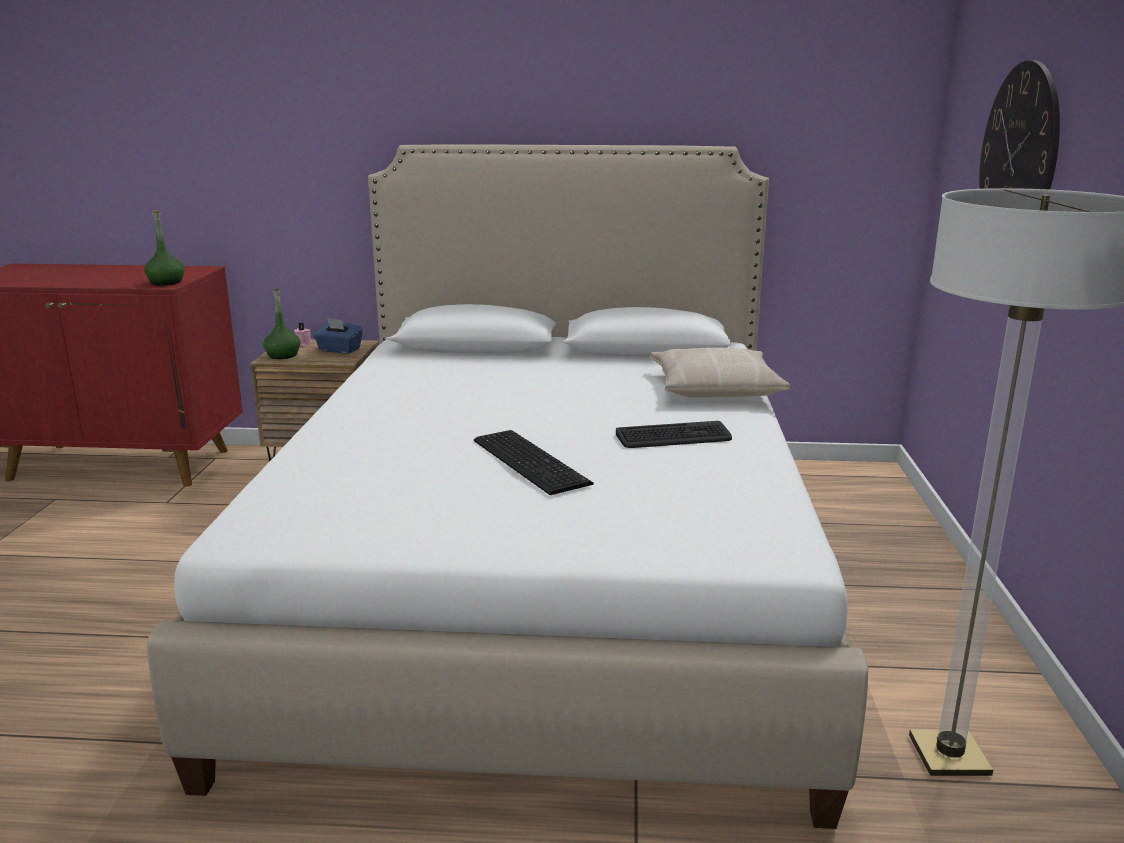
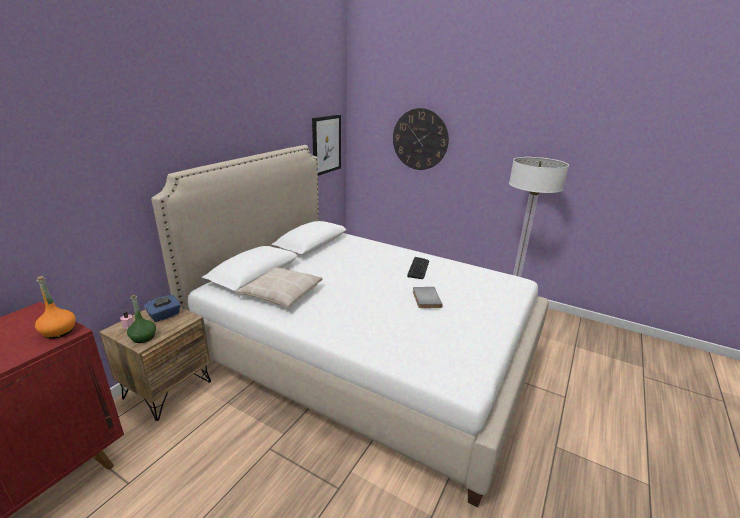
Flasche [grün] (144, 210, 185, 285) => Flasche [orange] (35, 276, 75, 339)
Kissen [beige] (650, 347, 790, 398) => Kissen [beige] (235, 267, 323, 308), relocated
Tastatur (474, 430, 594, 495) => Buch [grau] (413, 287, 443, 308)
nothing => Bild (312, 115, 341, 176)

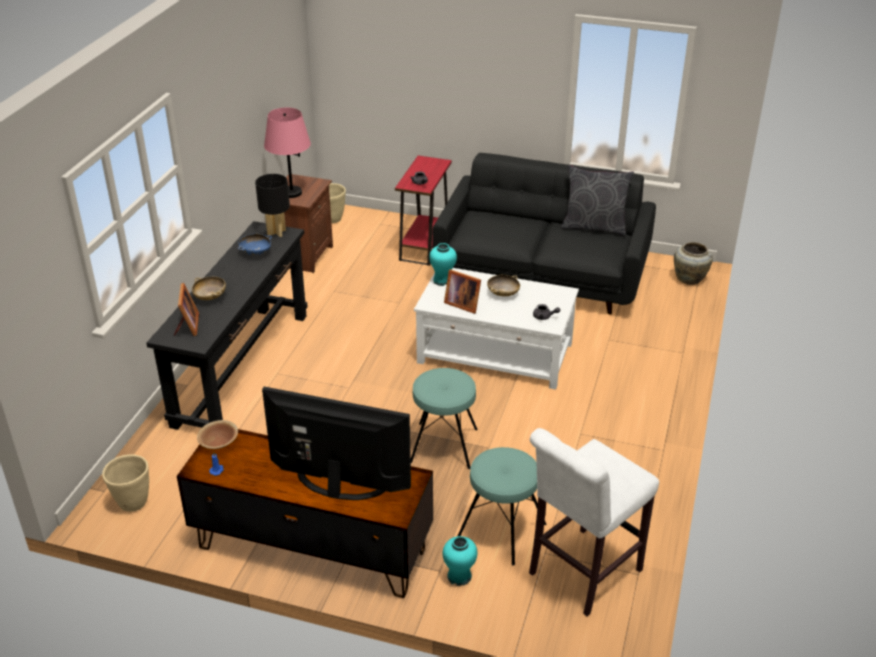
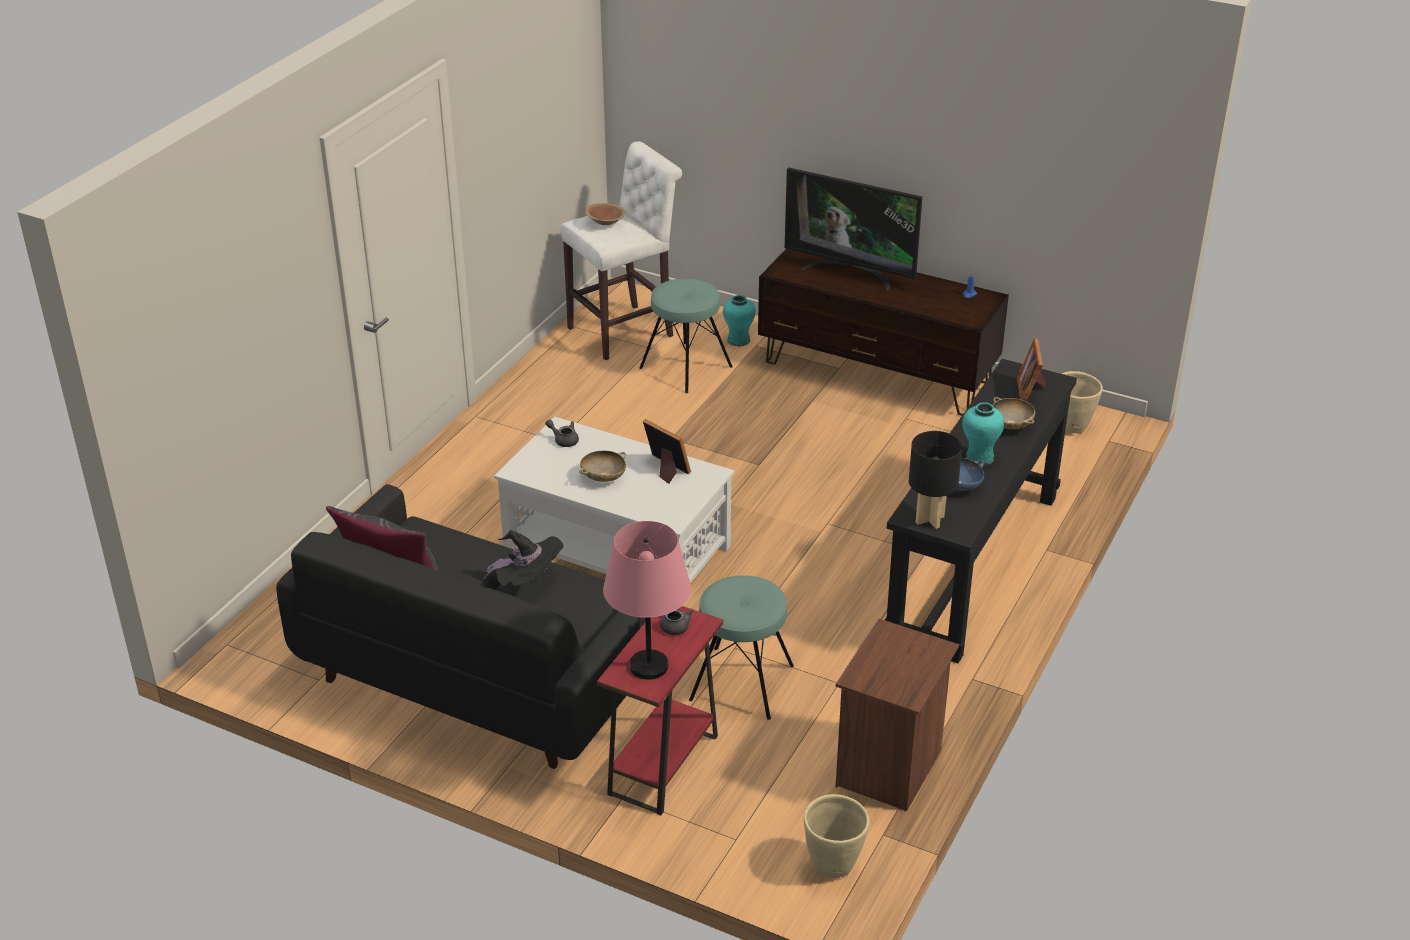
Tischlampe [rosa] (264, 107, 311, 198) => Tischlampe [rosa] (603, 521, 691, 680), relocated
Vase [beige] (674, 242, 713, 285) => nothing
Vase [türkis] (429, 243, 457, 286) => Vase [türkis] (962, 402, 1004, 467), relocated
Hocker [türkis] (411, 368, 478, 469) => Hocker [türkis] (689, 576, 794, 720), relocated
Schüssel [braun] (197, 420, 238, 449) => Schüssel [braun] (585, 203, 625, 225), relocated
nothing => Hut [schwarz] (483, 530, 564, 587)

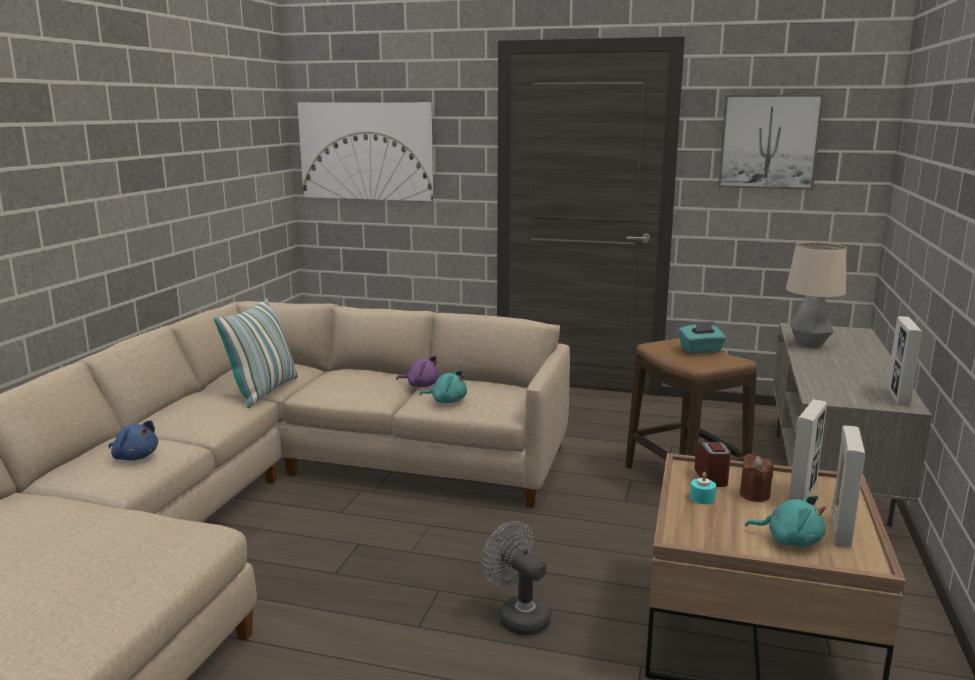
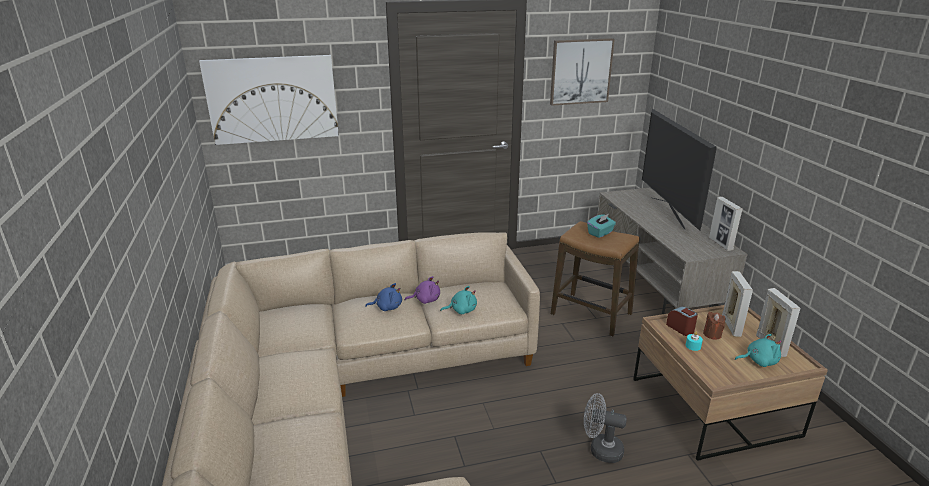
Tischlampe (786, 242, 846, 348) => nothing
Kissen (214, 298, 298, 408) => nothing
Plüschtier [blau] (109, 420, 158, 461) => Plüschtier [blau] (365, 283, 402, 311), relocated
nothing => Fernseher (642, 109, 717, 231)

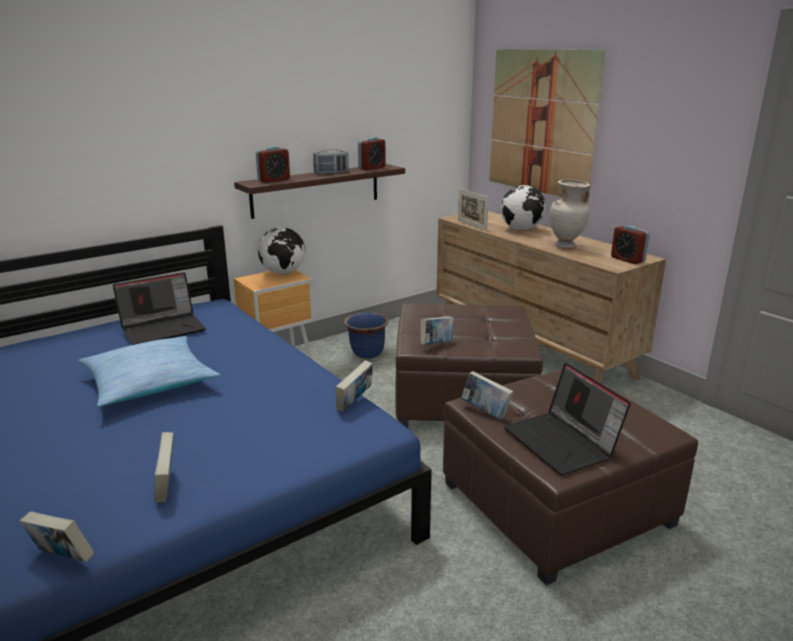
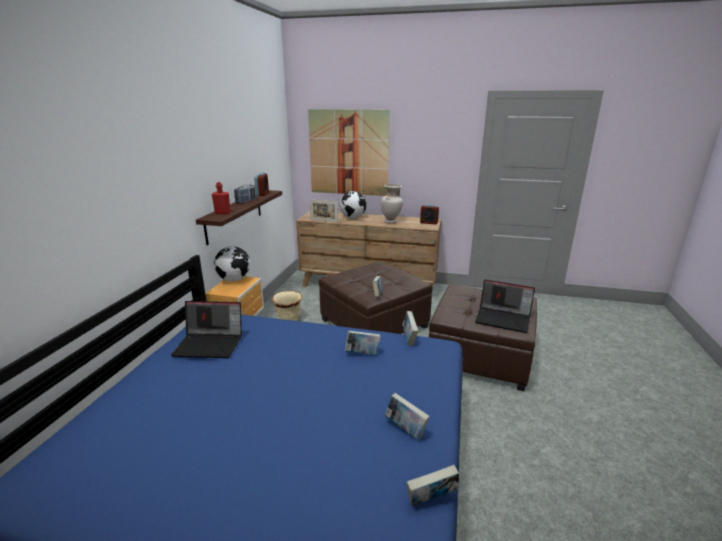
Wecker (256, 146, 290, 183) => Flasche [rot] (212, 182, 231, 214)
Laptop (113, 272, 206, 345) => Laptop (171, 301, 242, 358), 75 degrees clockwise
Pflanzkübel [blau] (344, 312, 389, 358) => Pflanzkübel [beige] (272, 291, 303, 321)
Kissen (78, 336, 220, 407) => nothing
Buch (461, 371, 513, 420) => Buch (345, 330, 381, 355), relocated

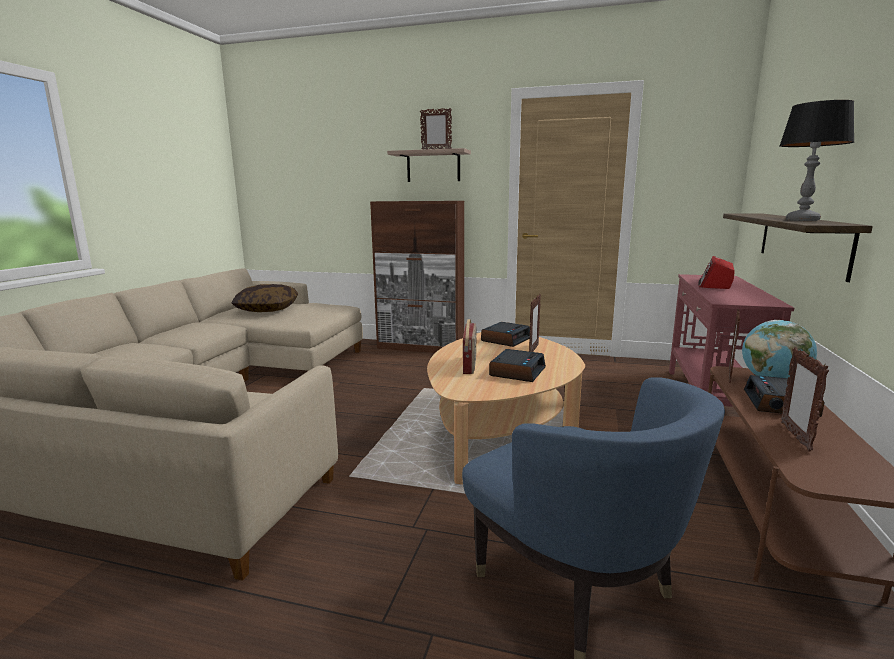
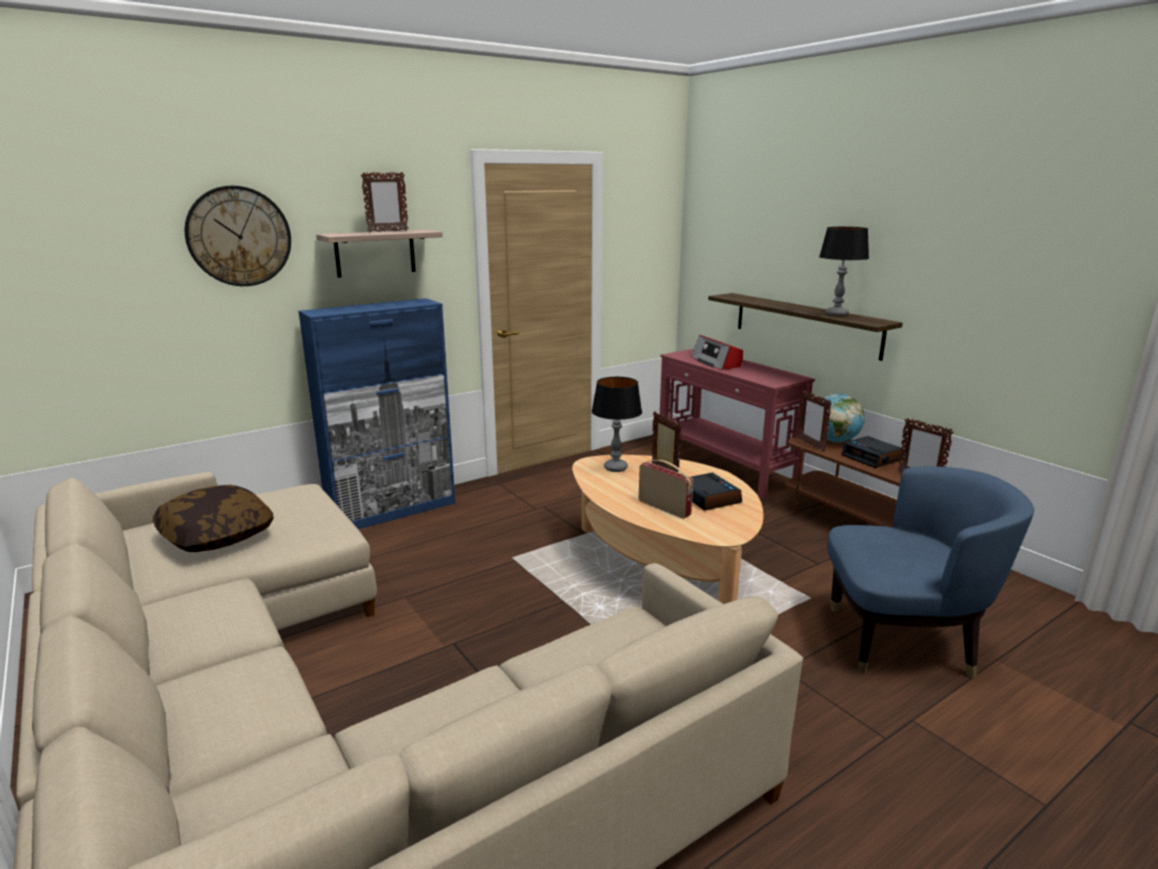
Schrank [braun] (370, 201, 464, 353) => Schrank [blau] (298, 298, 455, 529)
Wecker (481, 322, 530, 347) => Tischlampe (592, 377, 642, 472)
nothing => Wanduhr (184, 186, 291, 286)

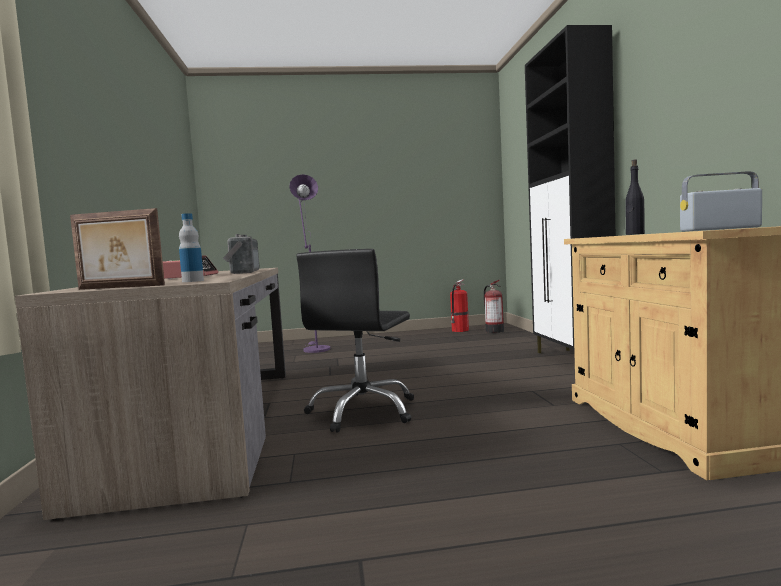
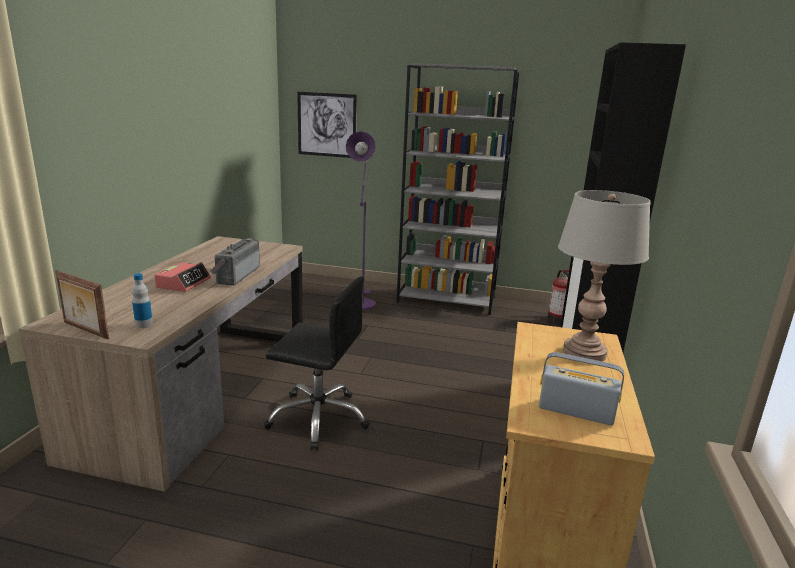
Flasche [schwarz] (625, 159, 645, 235) => nothing
Bürostuhl [schwarz] (296, 249, 414, 433) => Bürostuhl [schwarz] (264, 276, 370, 450), 120 degrees counterclockwise
Feuerlöscher (450, 280, 469, 332) => nothing
nothing => Bücherregal [grau] (396, 63, 520, 315)
nothing => Bild (297, 92, 357, 158)
nothing => Tischlampe [grau] (558, 190, 650, 362)

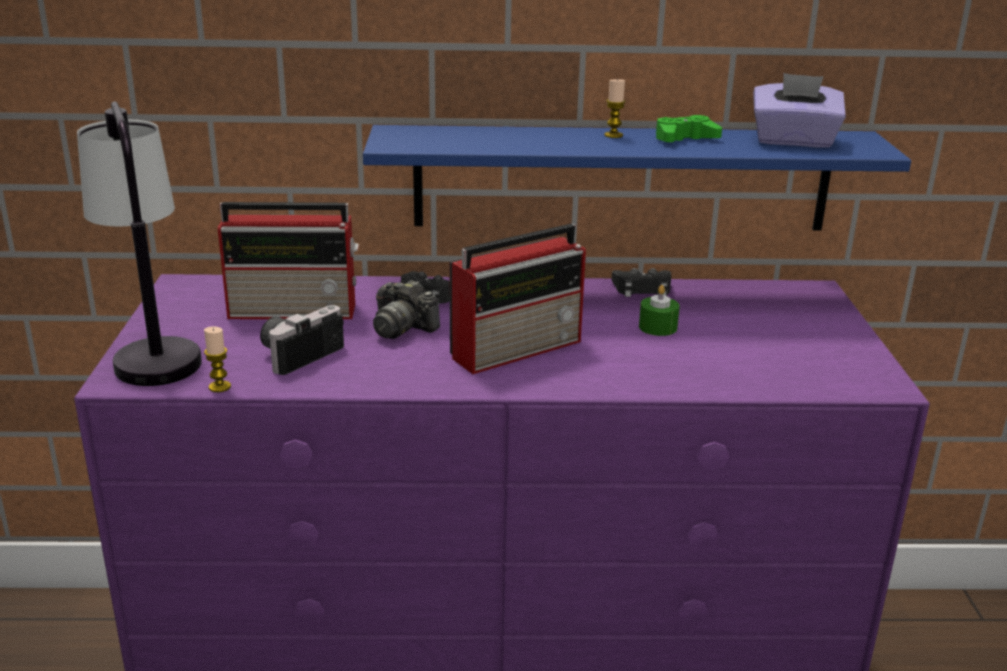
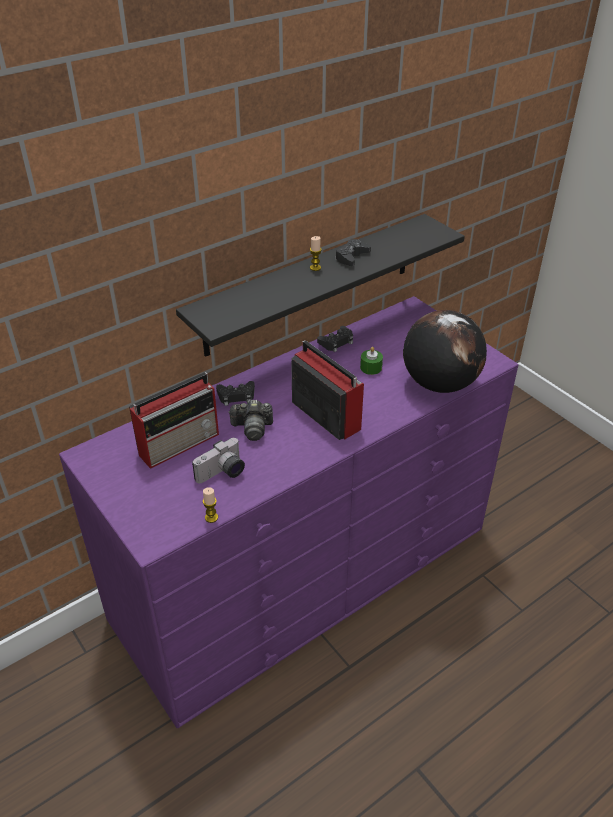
Taschentuchbox [lila] (753, 73, 846, 148) => nothing
Tischlampe (77, 101, 202, 386) => nothing
Gamepad [grün] (656, 115, 722, 142) => Gamepad [schwarz] (335, 239, 371, 266)
Wandregal [blau] (363, 125, 911, 230) => Wandregal [schwarz] (176, 214, 465, 357)
Radio (450, 224, 586, 374) => Radio (291, 341, 364, 440), 60 degrees counterclockwise
Kamera (260, 305, 344, 375) => Kamera (192, 438, 245, 483), 135 degrees counterclockwise
nothing => Globus (403, 310, 487, 393)

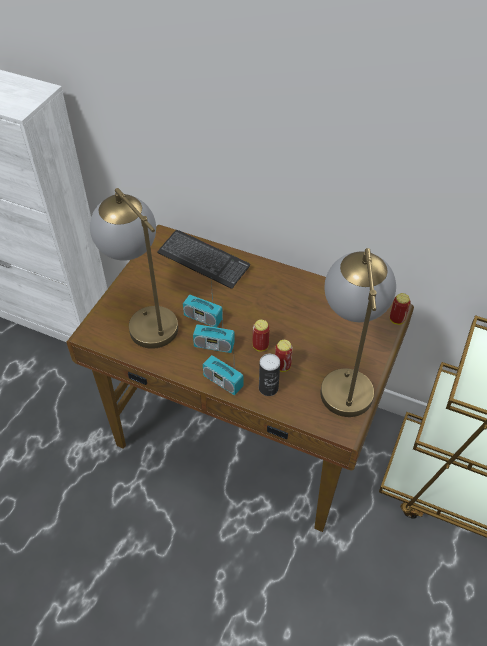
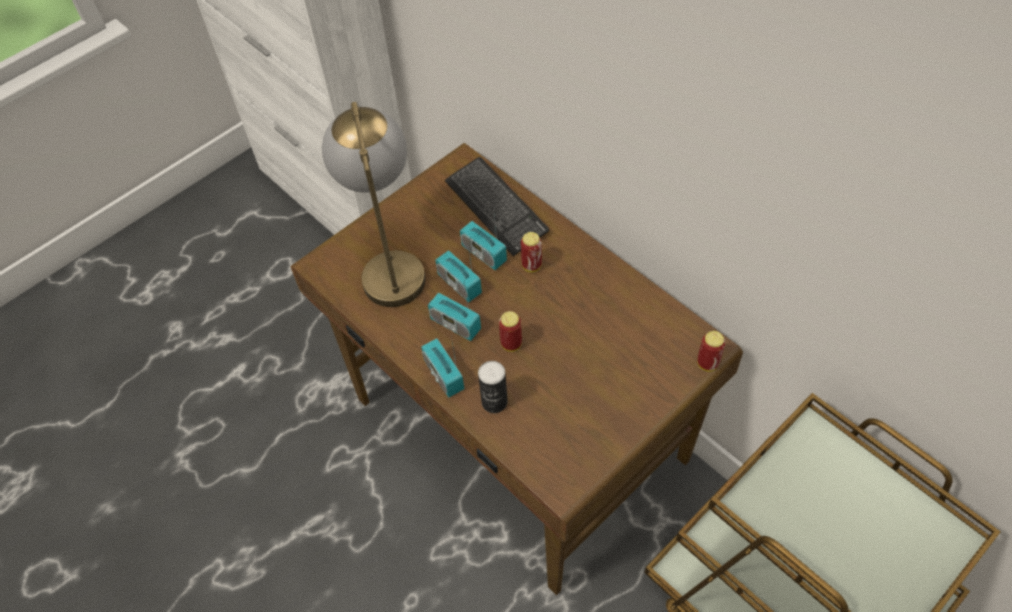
Tischlampe (320, 248, 396, 417) => nothing
Dose (275, 340, 293, 372) => Dose (521, 232, 542, 272), relocated
nothing => Radio (460, 212, 507, 270)

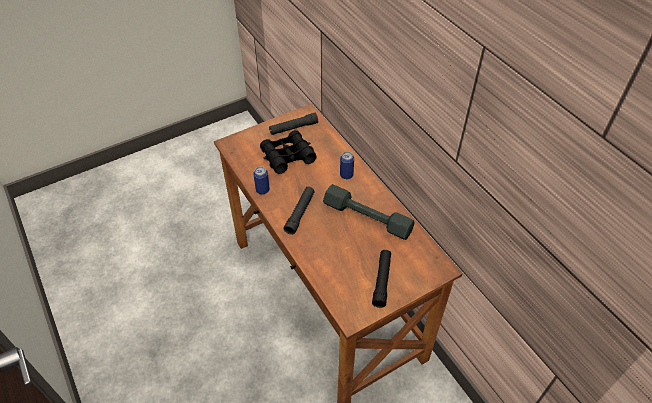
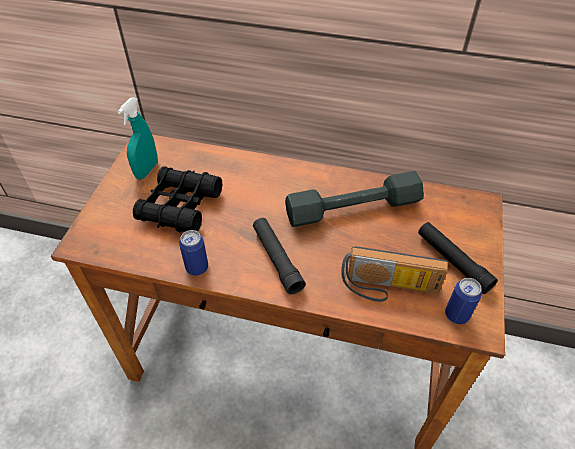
Taschenlampe [schwarz] (269, 113, 318, 135) => Sprühflasche [türkis] (118, 97, 158, 180)
Dose (340, 151, 354, 179) => Dose (445, 278, 482, 324), relocated
nothing => Radio (341, 246, 448, 302)

